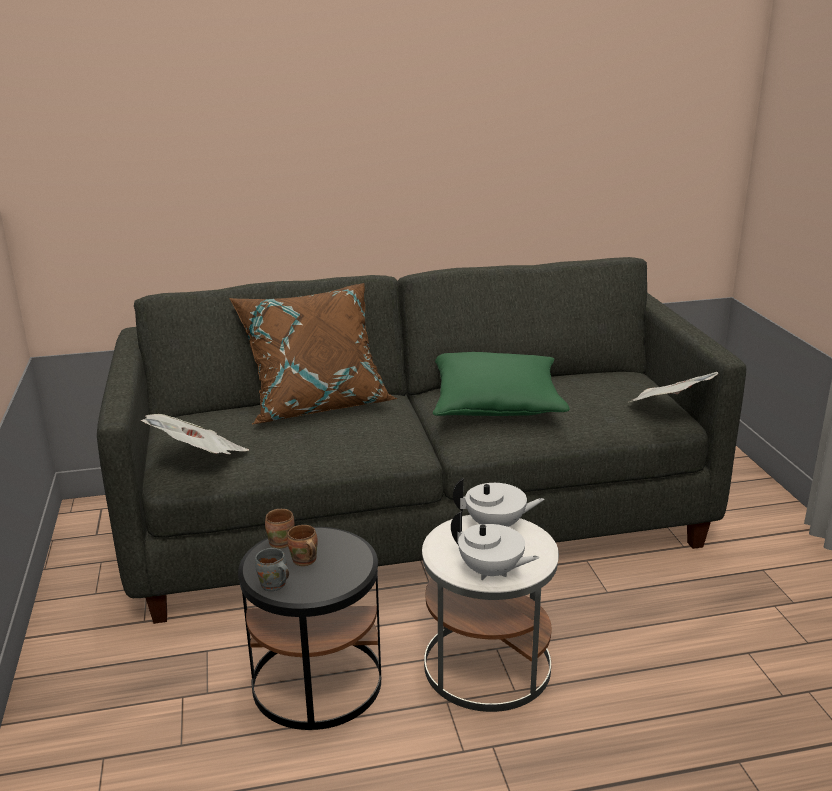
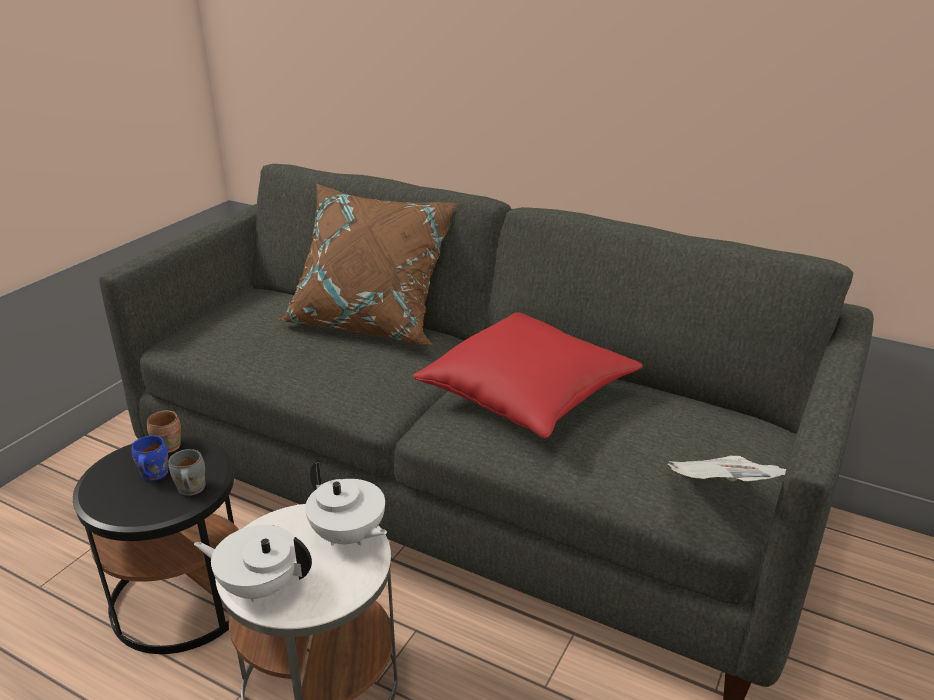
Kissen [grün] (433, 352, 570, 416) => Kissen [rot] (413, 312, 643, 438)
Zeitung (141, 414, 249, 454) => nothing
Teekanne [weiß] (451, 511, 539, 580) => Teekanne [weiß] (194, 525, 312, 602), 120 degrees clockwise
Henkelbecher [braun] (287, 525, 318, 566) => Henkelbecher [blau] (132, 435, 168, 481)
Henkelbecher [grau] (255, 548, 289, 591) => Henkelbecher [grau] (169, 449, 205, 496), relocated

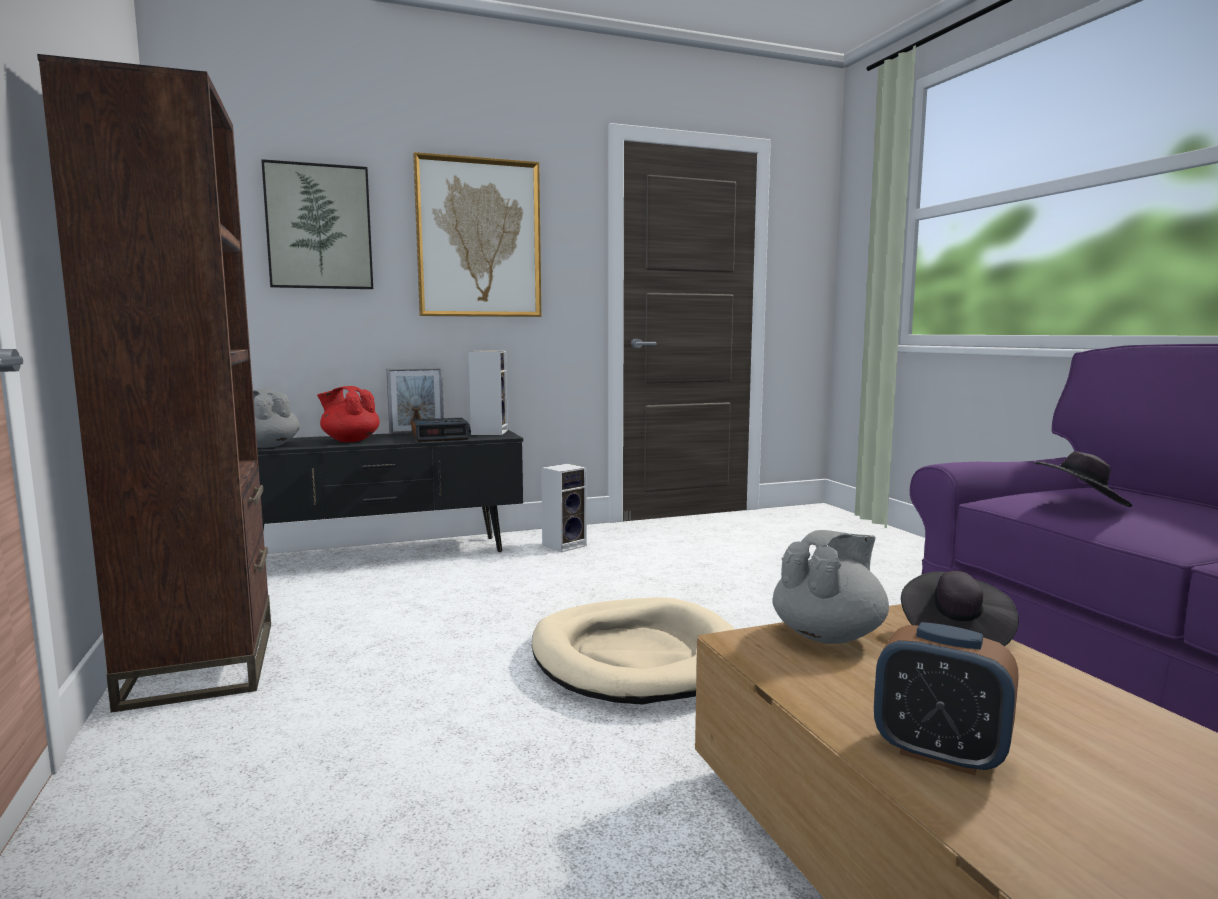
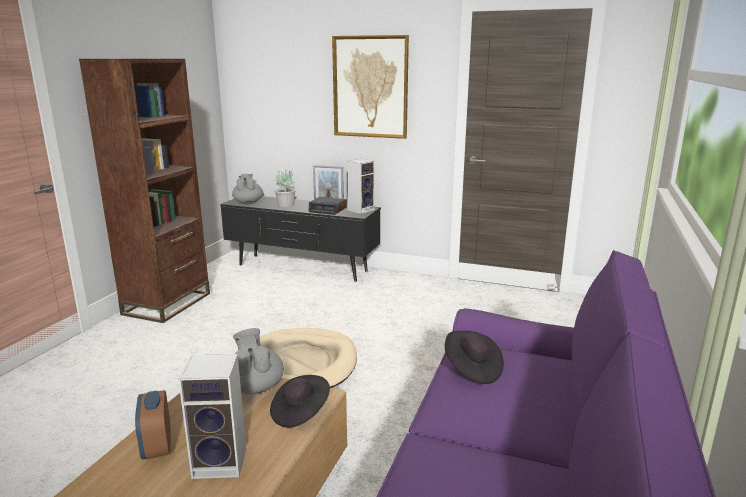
Bild (261, 159, 373, 289) => nothing
Teekanne [rot] (317, 386, 380, 442) => Topfpflanze (275, 170, 295, 207)
Lautsprecher (541, 464, 587, 553) => Lautsprecher (178, 354, 246, 479), relocated
Teekanne [grau] (773, 530, 889, 644) => Teekanne [grau] (233, 328, 284, 395), 105 degrees counterclockwise

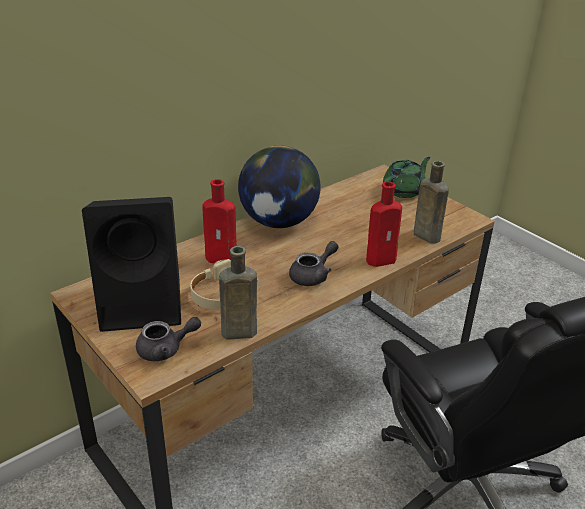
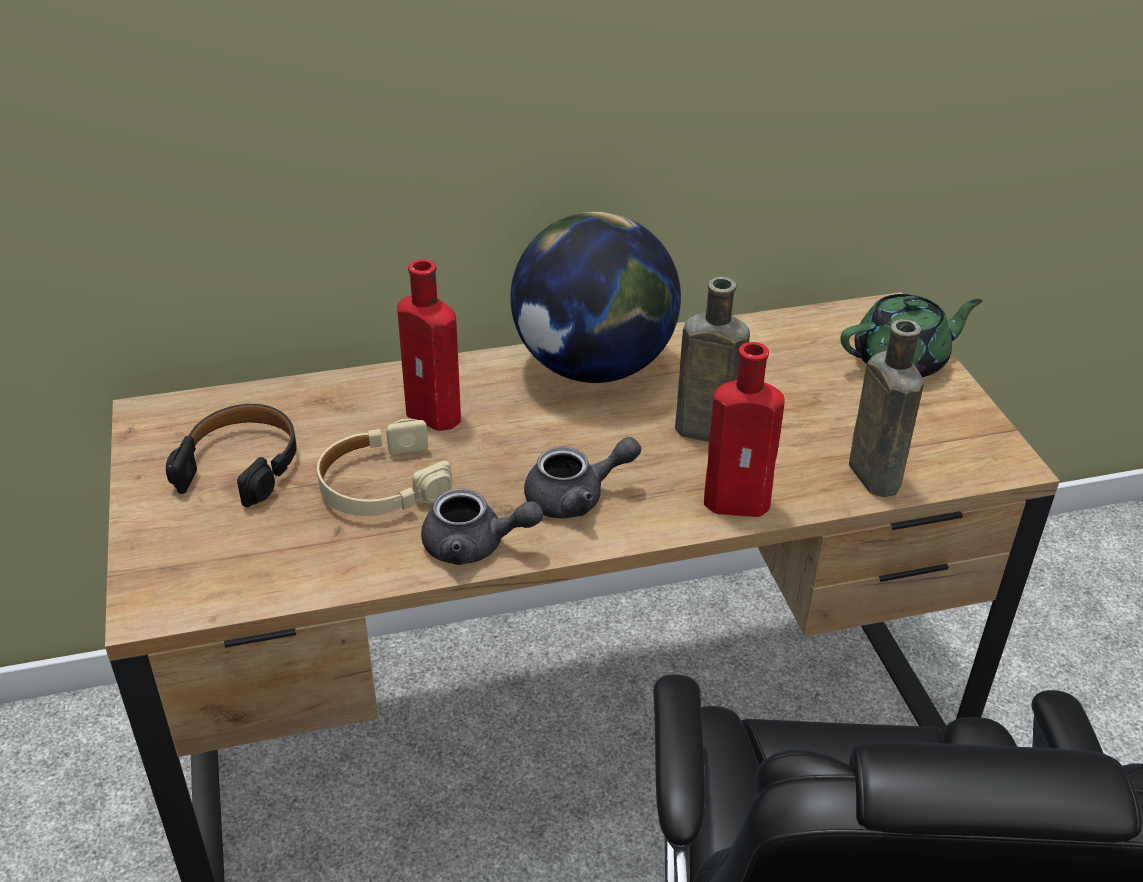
Lautsprecher [schwarz] (82, 197, 181, 332) => Kopfhörer [schwarz] (166, 404, 297, 507)
Flasche [braun] (219, 246, 257, 340) => Flasche [braun] (675, 277, 750, 442), relocated
Teekanne [grau] (136, 317, 201, 361) => Teekanne [grau] (421, 489, 543, 565), relocated

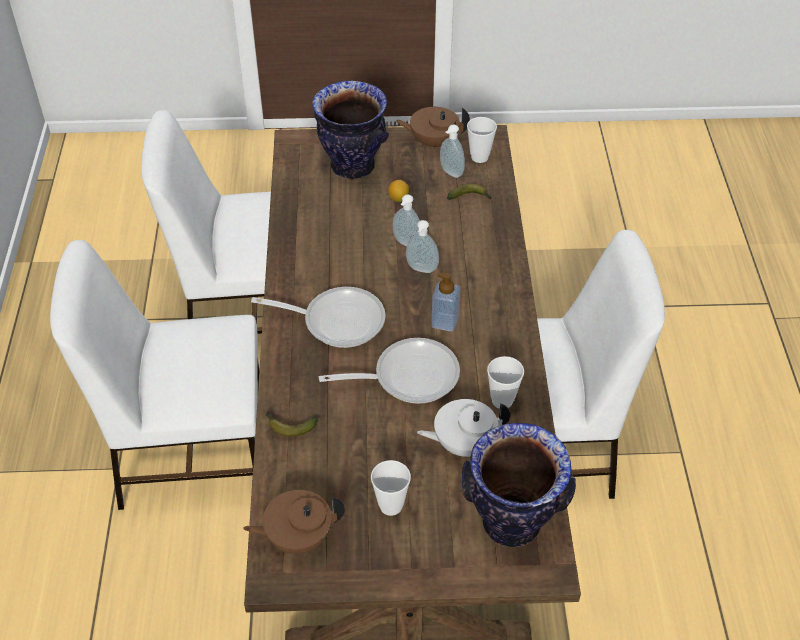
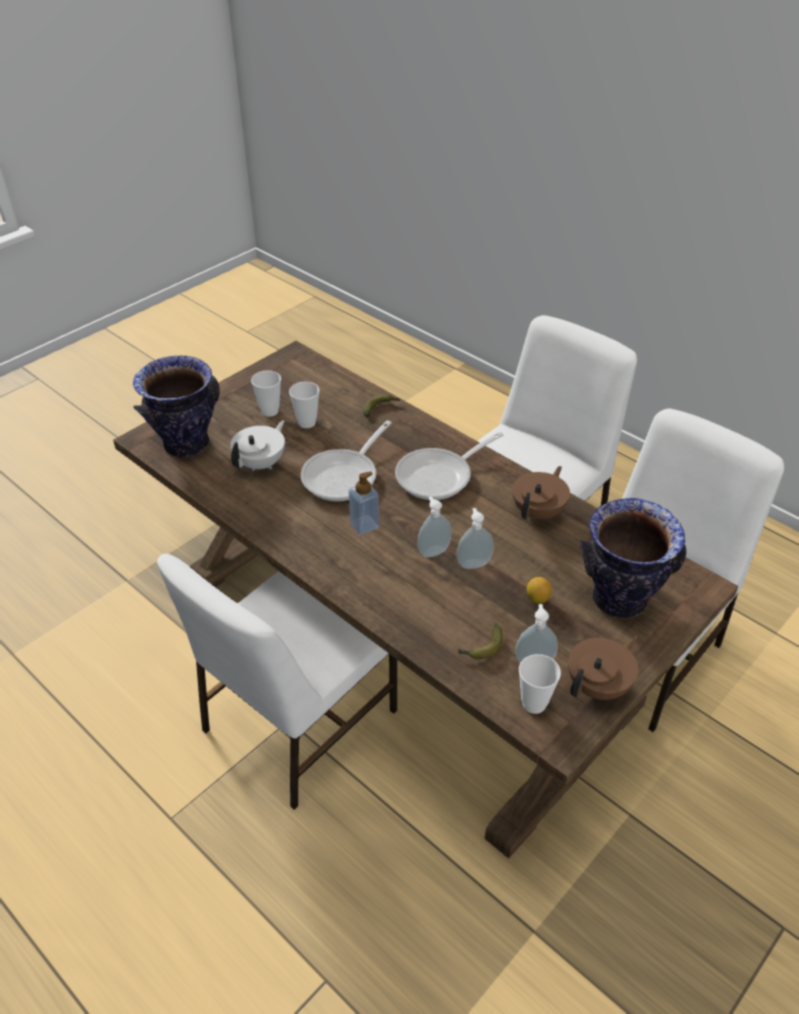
Tasse (487, 356, 524, 409) => Tasse (289, 382, 320, 428), relocated
Teekanne [braun] (243, 490, 345, 554) => Teekanne [braun] (512, 466, 570, 521), relocated

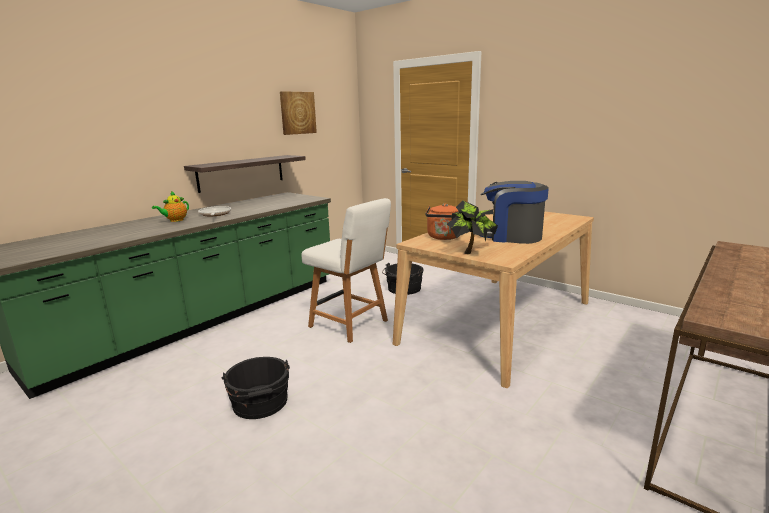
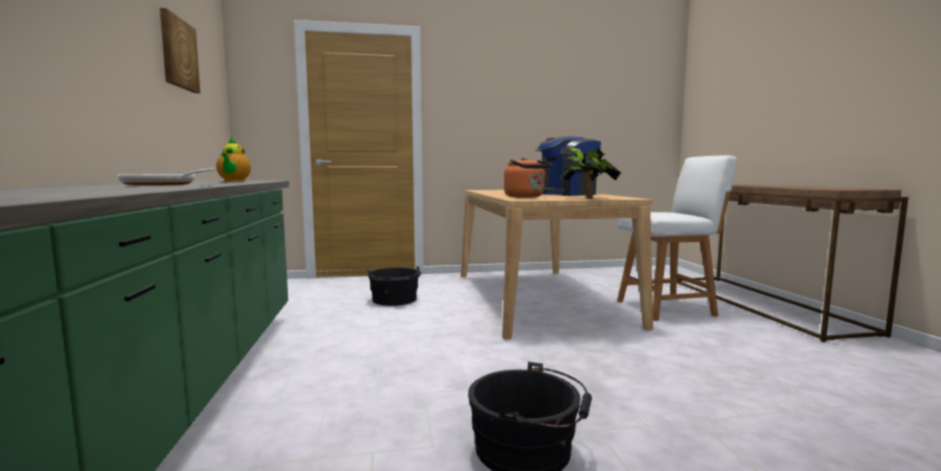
Wandregal (184, 155, 306, 193) => nothing
Teekanne (152, 191, 189, 222) => Teekanne (216, 137, 251, 182), relocated
Stuhl [weiß] (301, 198, 391, 343) => Stuhl [weiß] (617, 155, 737, 321), relocated

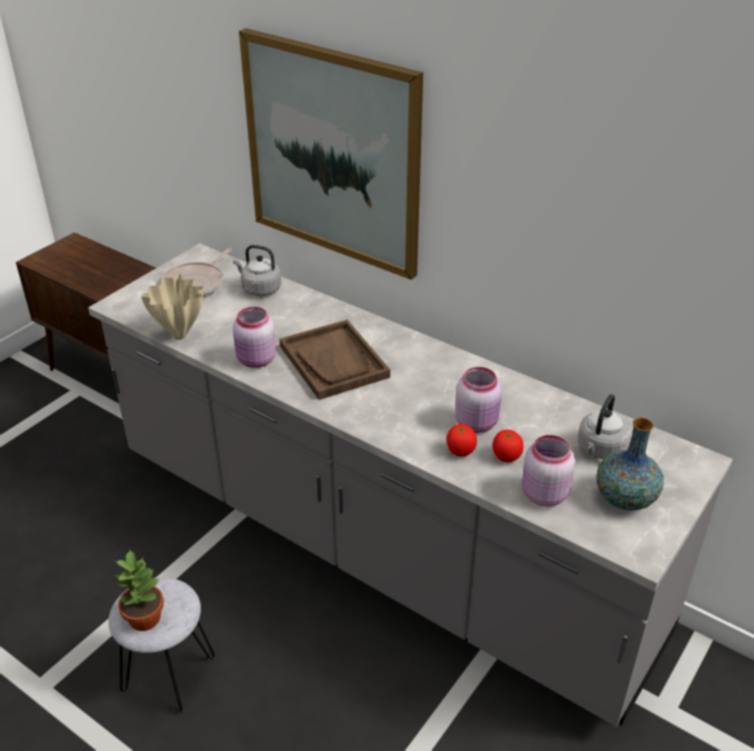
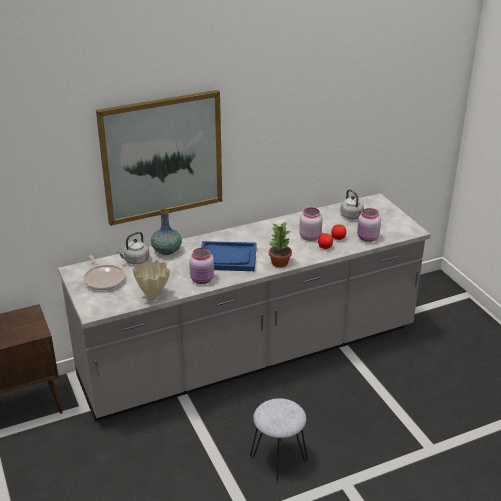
Tablett [braun] (279, 320, 390, 400) => Tablett [blau] (201, 241, 257, 271)
Vase (597, 418, 664, 510) => Vase (151, 209, 182, 255), relocated
Topfpflanze (114, 550, 164, 631) => Topfpflanze (268, 222, 292, 267), relocated

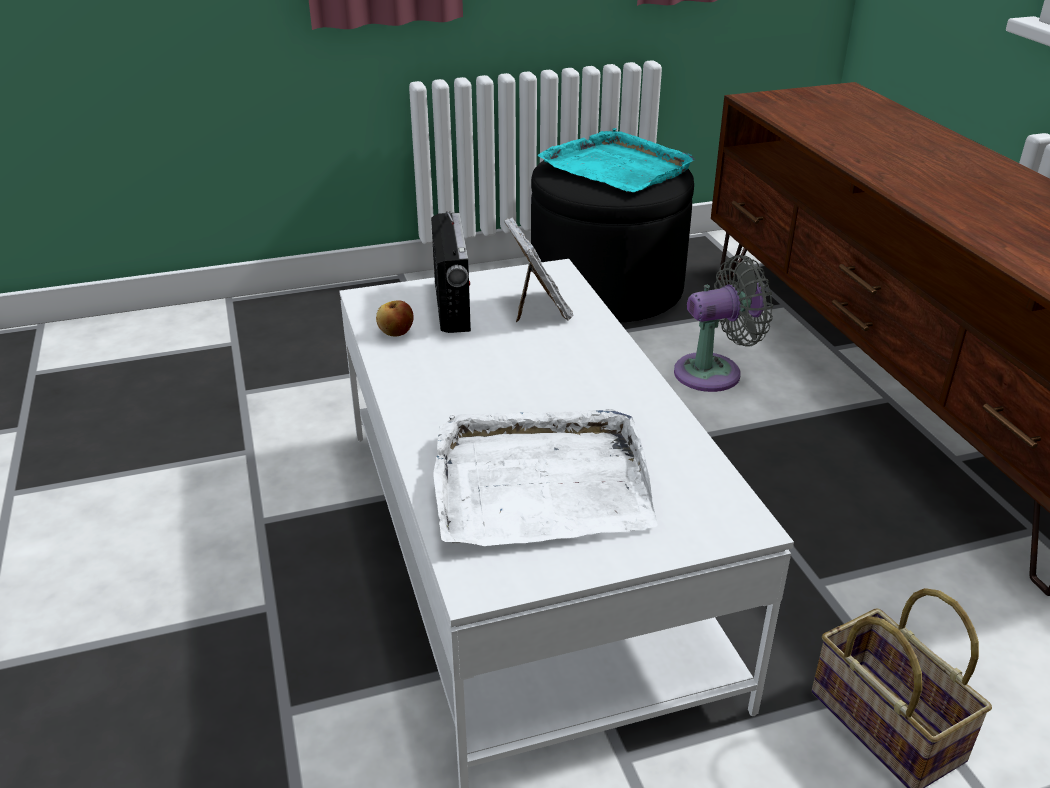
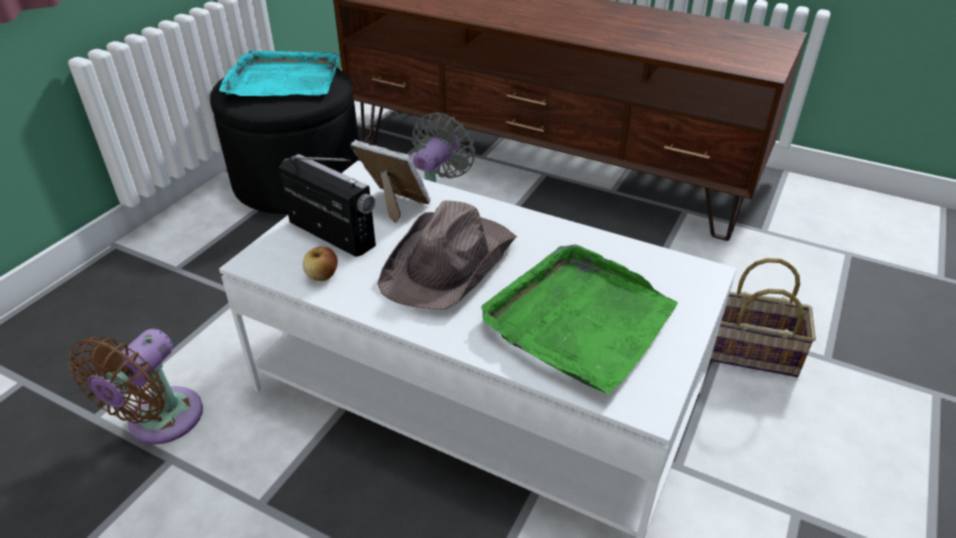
Tablett [weiß] (433, 409, 658, 546) => Tablett [grün] (481, 245, 678, 394)
nothing => Hut [braun] (377, 200, 517, 310)
nothing => Ventilator [braun] (68, 329, 203, 445)

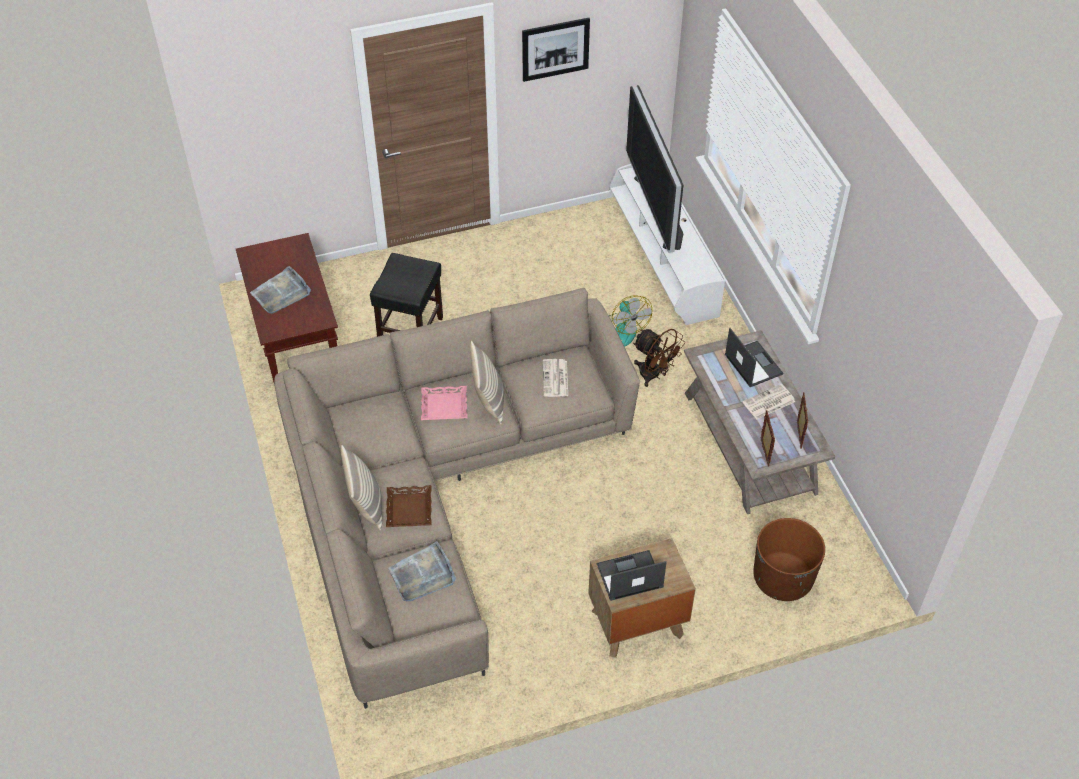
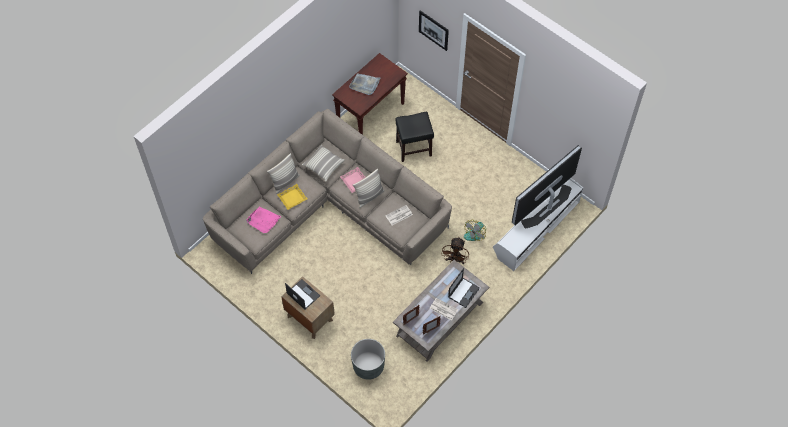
Bild (522, 18, 590, 82) => Bild (419, 10, 449, 51), relocated
Tablett [braun] (386, 485, 432, 527) => Tablett [gelb] (277, 184, 307, 210)
Pflanzkübel [braun] (753, 518, 825, 601) => Pflanzkübel [grau] (351, 339, 385, 380)
Tablett [grau] (388, 541, 456, 602) => Tablett [rosa] (246, 207, 281, 233)
nothing => Kissen (302, 145, 345, 182)

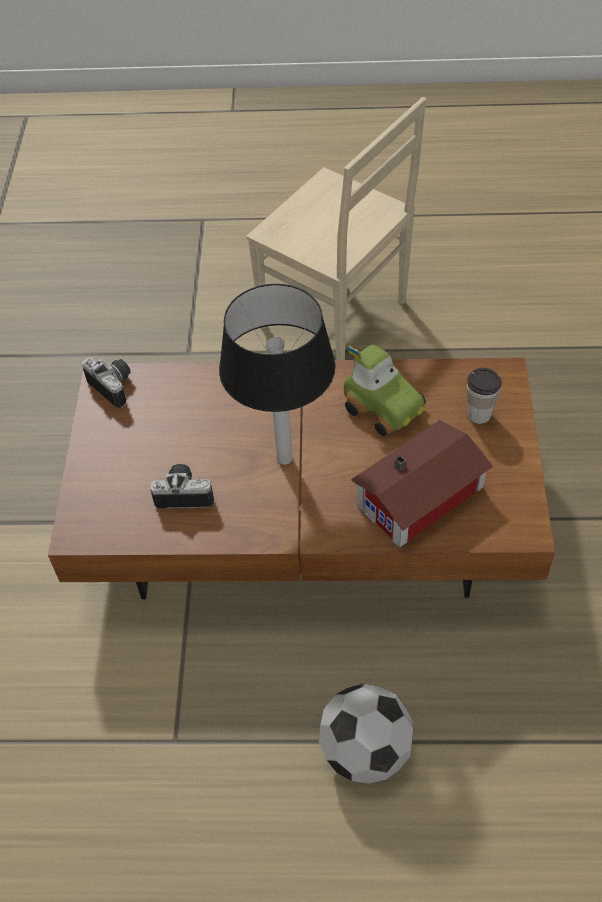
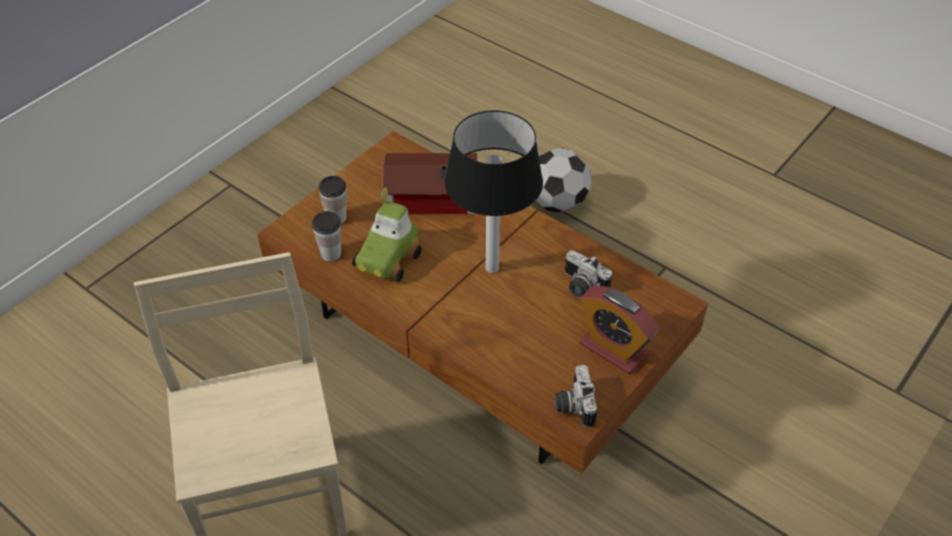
Spielzeugauto (344, 345, 426, 436) => Spielzeugauto (352, 187, 422, 281), 150 degrees counterclockwise
nothing => Tasse (312, 211, 342, 261)
nothing => Wecker (579, 286, 659, 374)

